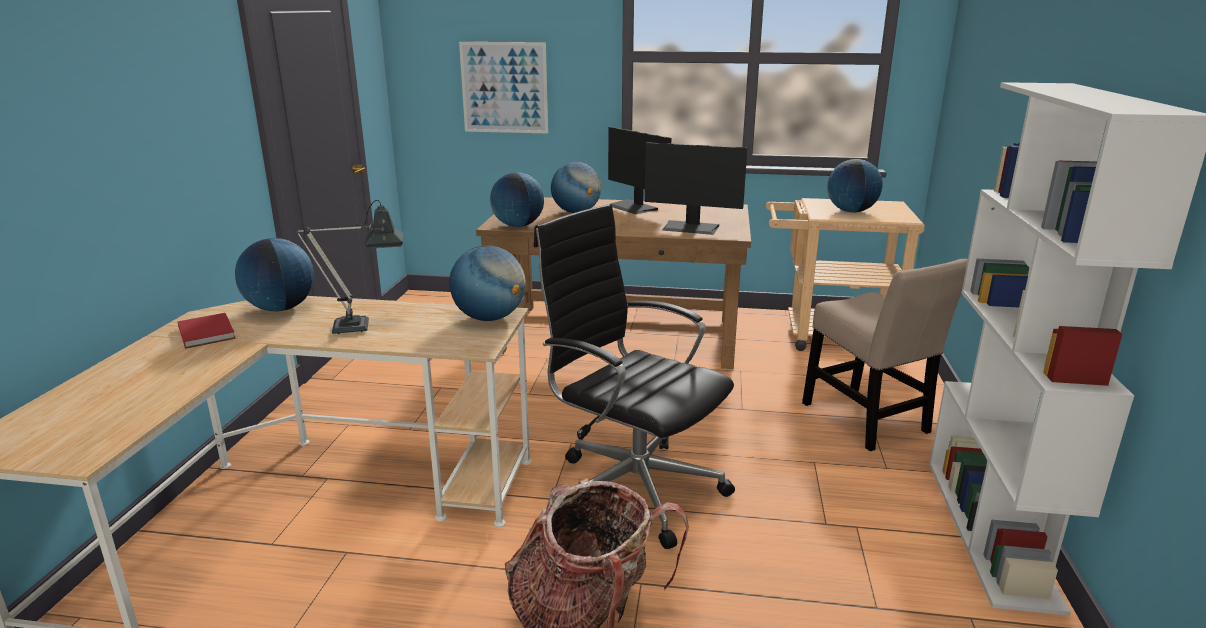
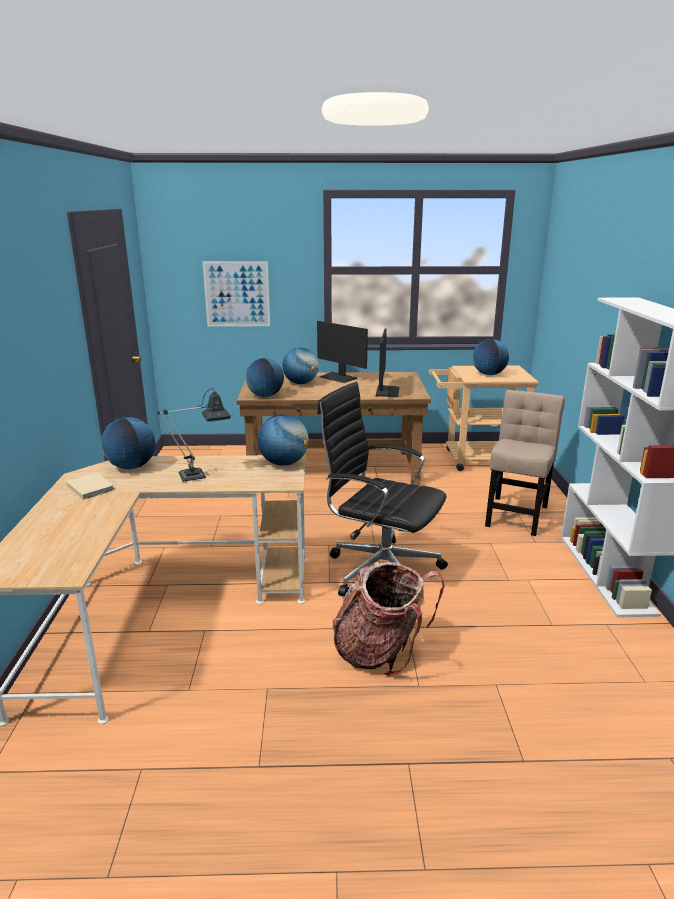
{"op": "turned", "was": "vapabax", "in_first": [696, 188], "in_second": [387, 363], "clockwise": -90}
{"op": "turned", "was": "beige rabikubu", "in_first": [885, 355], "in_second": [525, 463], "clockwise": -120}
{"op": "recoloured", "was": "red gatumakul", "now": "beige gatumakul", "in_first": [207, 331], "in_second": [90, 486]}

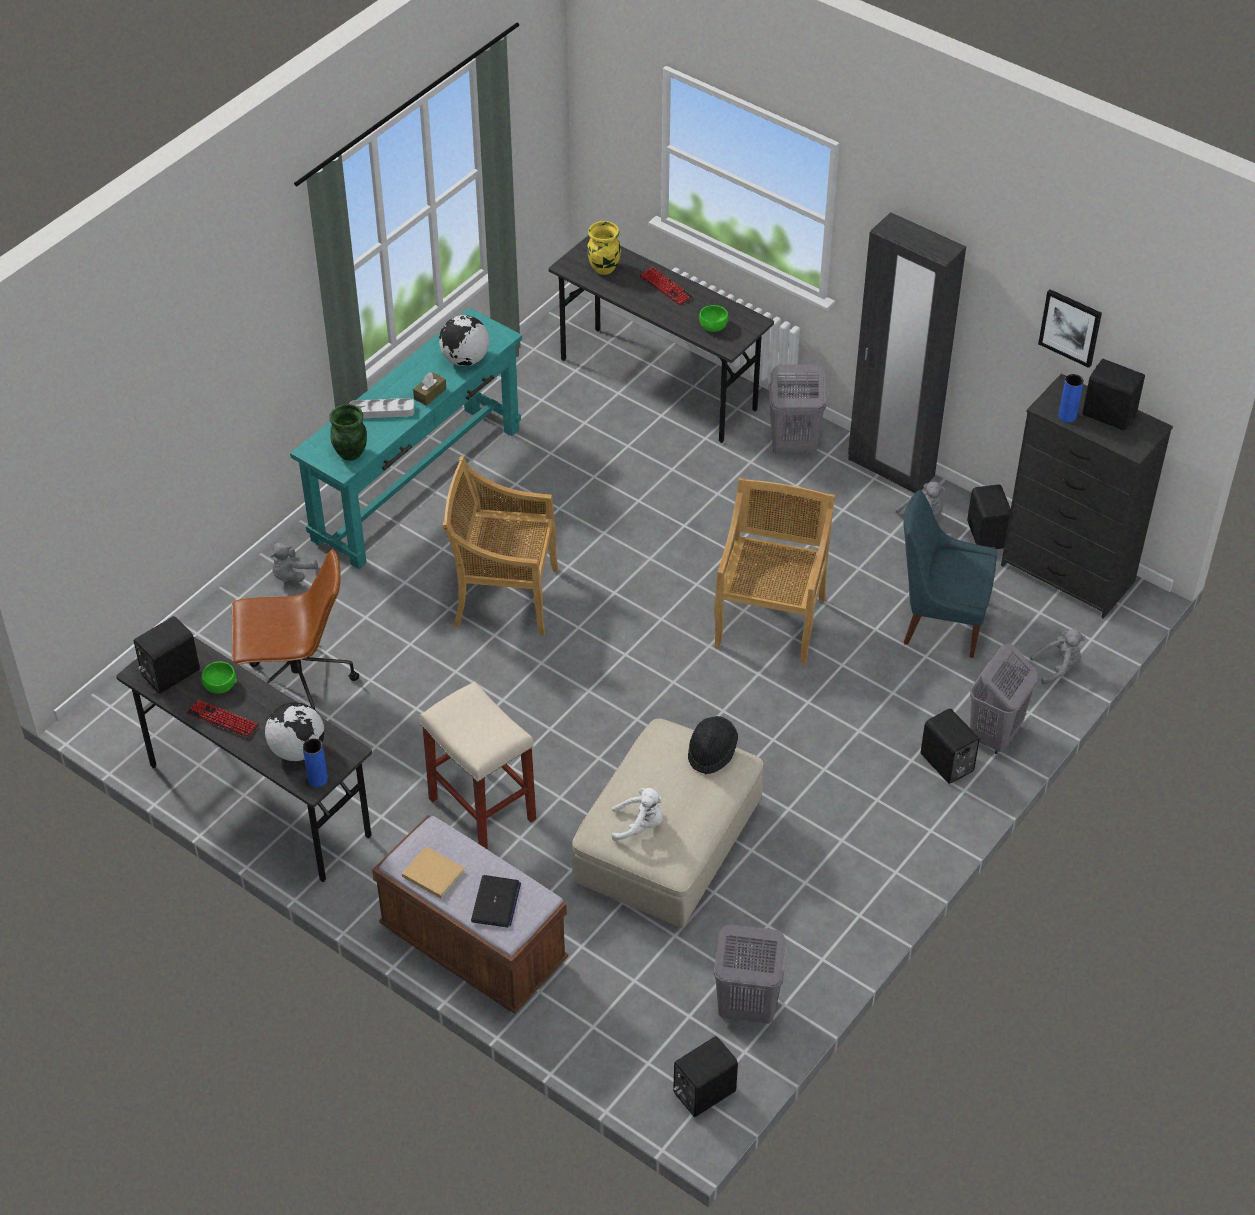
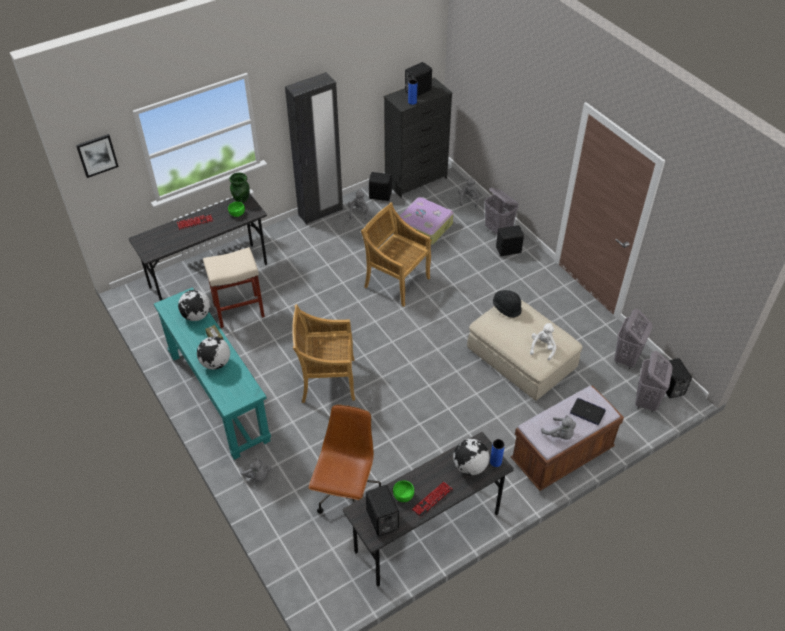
{"op": "removed", "was": "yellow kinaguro", "in_first": [604, 248]}
{"op": "moved", "was": "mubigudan", "in_first": [1070, 328], "in_second": [97, 156]}
{"op": "moved", "was": "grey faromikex", "in_first": [797, 409], "in_second": [654, 381]}
{"op": "replaced", "was": "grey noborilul", "now": "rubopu", "in_first": [382, 408], "in_second": [213, 353]}
{"op": "moved", "was": "green kinaguro", "in_first": [348, 432], "in_second": [239, 187]}
{"op": "turned", "was": "beige rabikubu", "in_first": [500, 546], "in_second": [323, 353], "clockwise": 60}
{"op": "replaced", "was": "blue rabikubu", "now": "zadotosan", "in_first": [950, 574], "in_second": [426, 221]}
{"op": "moved", "was": "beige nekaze", "in_first": [478, 766], "in_second": [234, 287]}
{"op": "replaced", "was": "beige gatumakul", "now": "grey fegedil", "in_first": [433, 872], "in_second": [558, 427]}

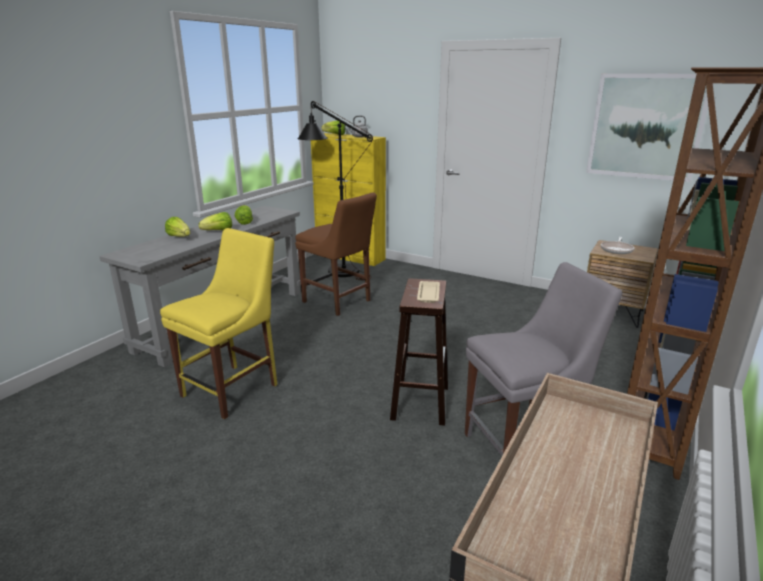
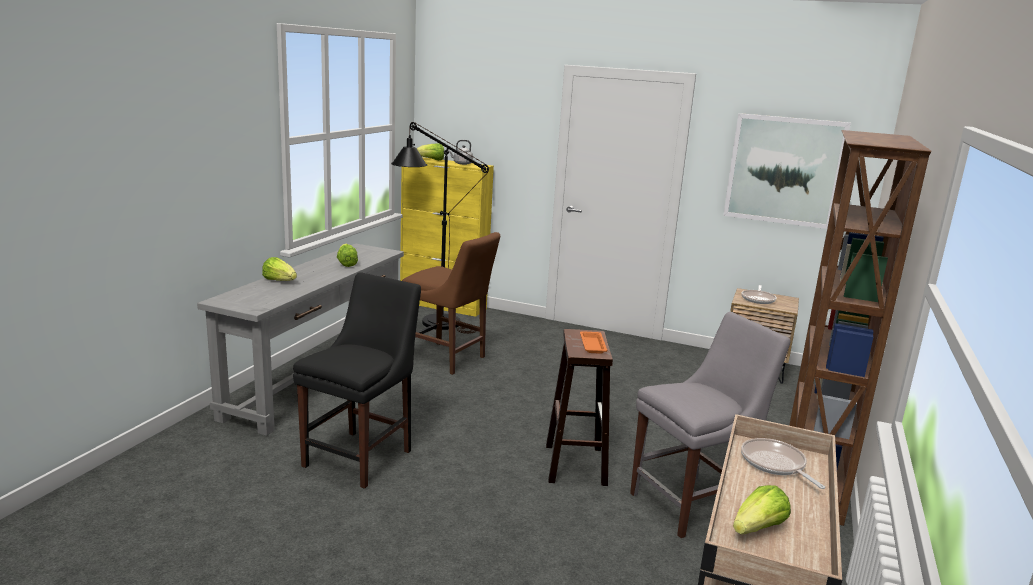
{"op": "moved", "was": "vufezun", "in_first": [215, 221], "in_second": [762, 509]}
{"op": "recoloured", "was": "yellow rabikubu", "now": "black rabikubu", "in_first": [218, 323], "in_second": [357, 380]}
{"op": "recoloured", "was": "beige noborilul", "now": "orange noborilul", "in_first": [428, 292], "in_second": [594, 342]}
{"op": "added", "now": "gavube", "in_second": [783, 463]}

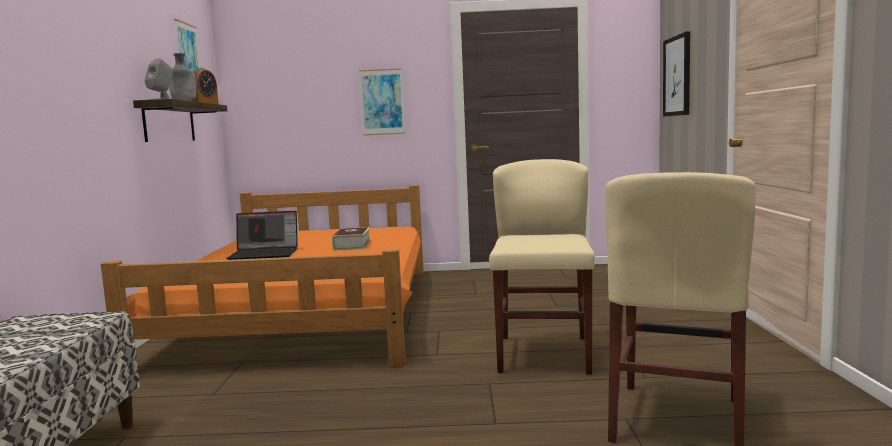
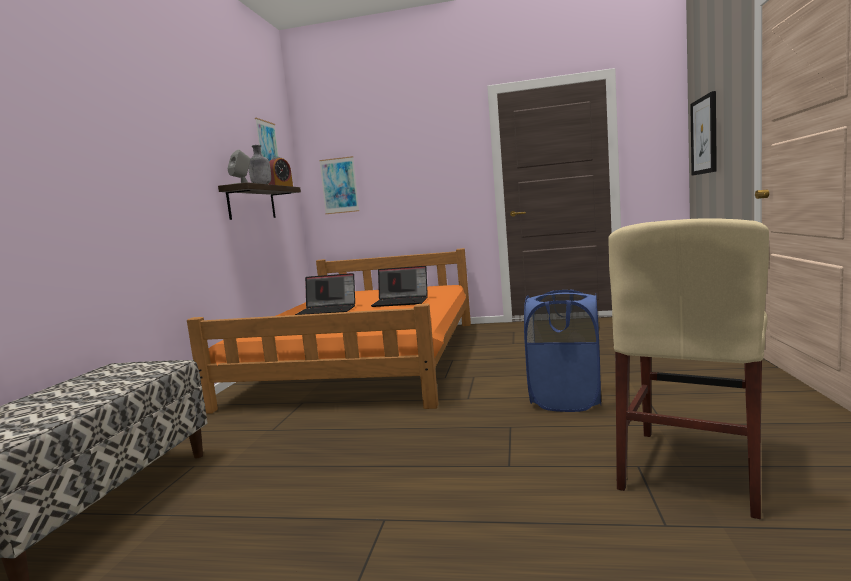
{"op": "moved", "was": "mubigudan", "in_first": [382, 102], "in_second": [339, 185]}
{"op": "replaced", "was": "beige rabikubu", "now": "blue faromikex", "in_first": [542, 267], "in_second": [562, 351]}
{"op": "replaced", "was": "gatumakul", "now": "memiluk", "in_first": [351, 239], "in_second": [399, 286]}

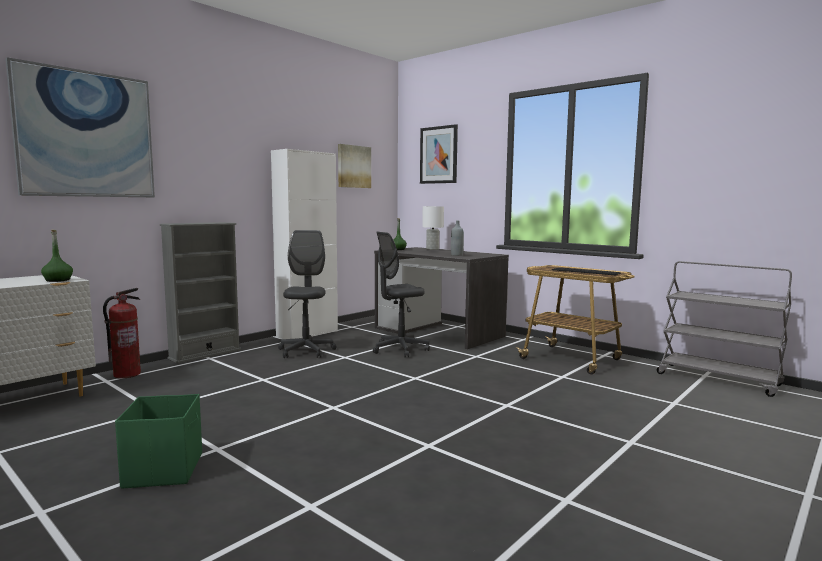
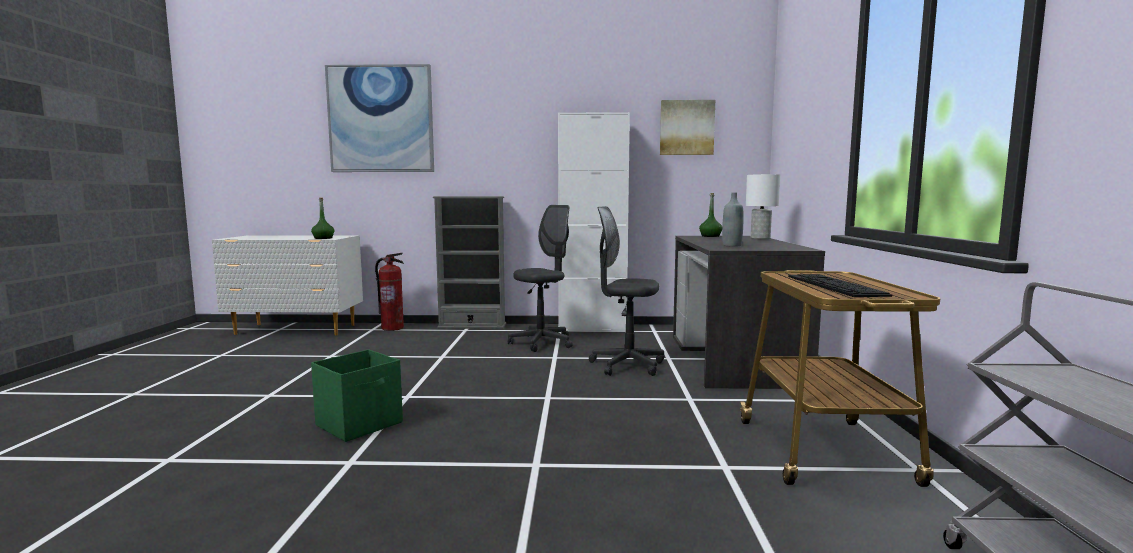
{"op": "removed", "was": "mubigudan", "in_first": [439, 154]}
{"op": "moved", "was": "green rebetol", "in_first": [158, 441], "in_second": [357, 396]}

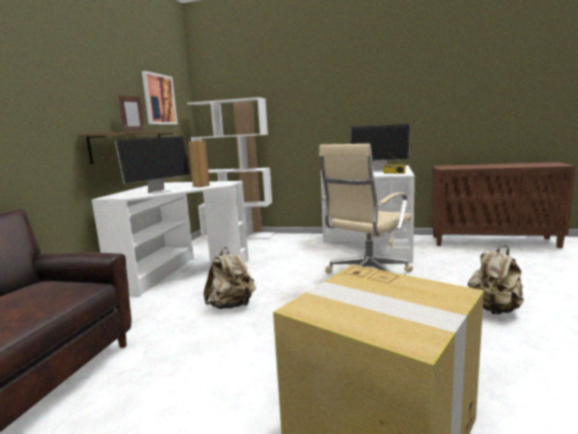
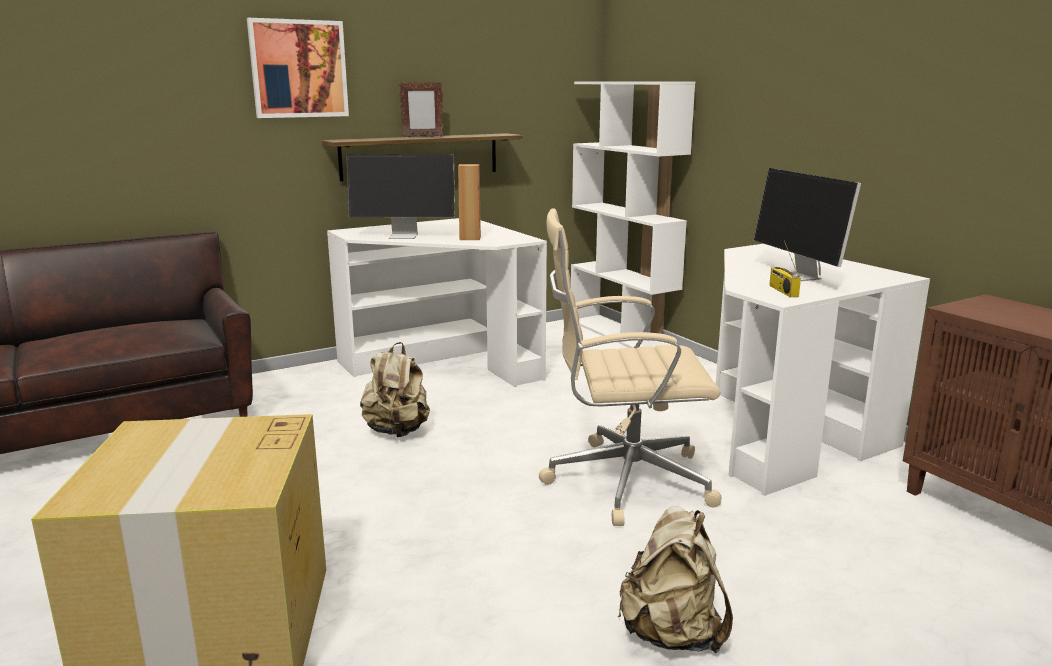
{"op": "moved", "was": "mubigudan", "in_first": [160, 97], "in_second": [298, 68]}

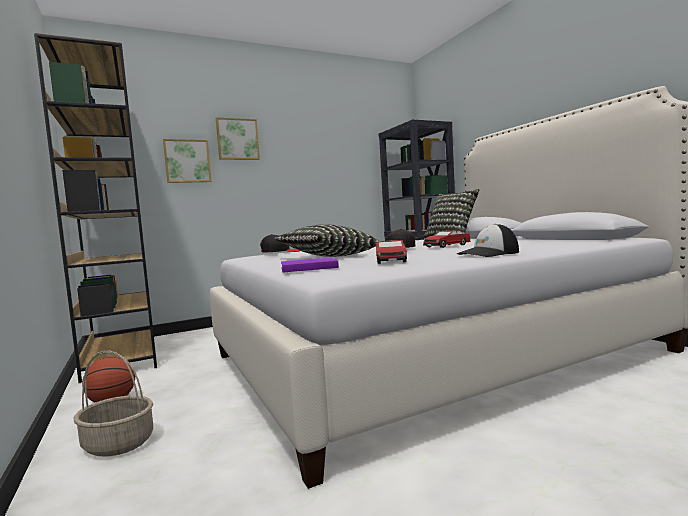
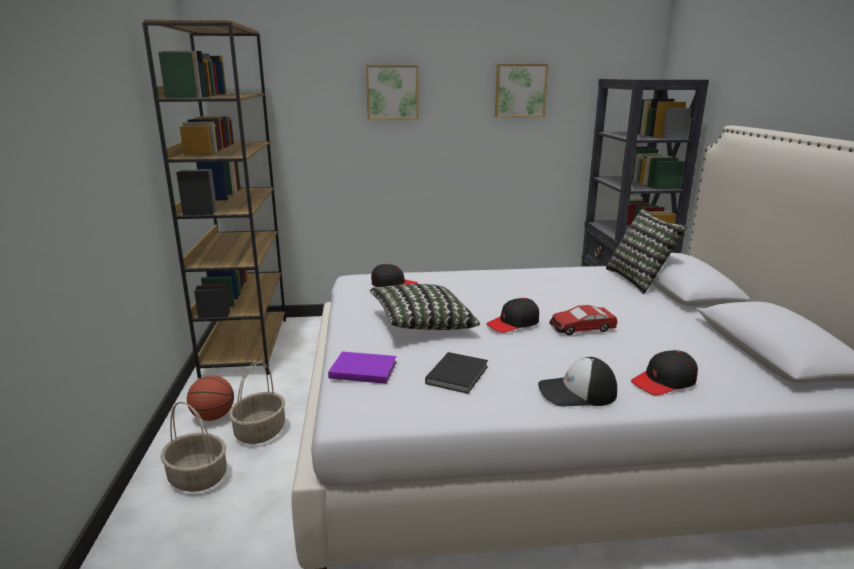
{"op": "moved", "was": "mubigudan", "in_first": [187, 161], "in_second": [521, 90]}
{"op": "replaced", "was": "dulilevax", "now": "black gatumakul", "in_first": [391, 252], "in_second": [456, 373]}
{"op": "added", "now": "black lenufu", "in_second": [664, 373]}
{"op": "added", "now": "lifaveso", "in_second": [257, 402]}

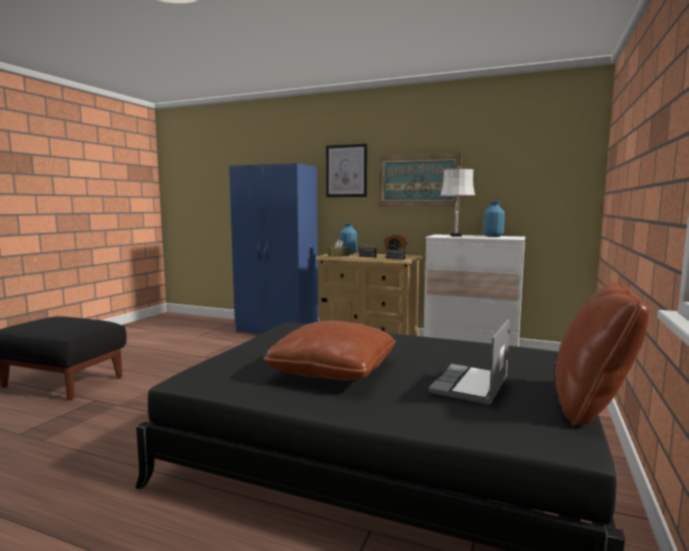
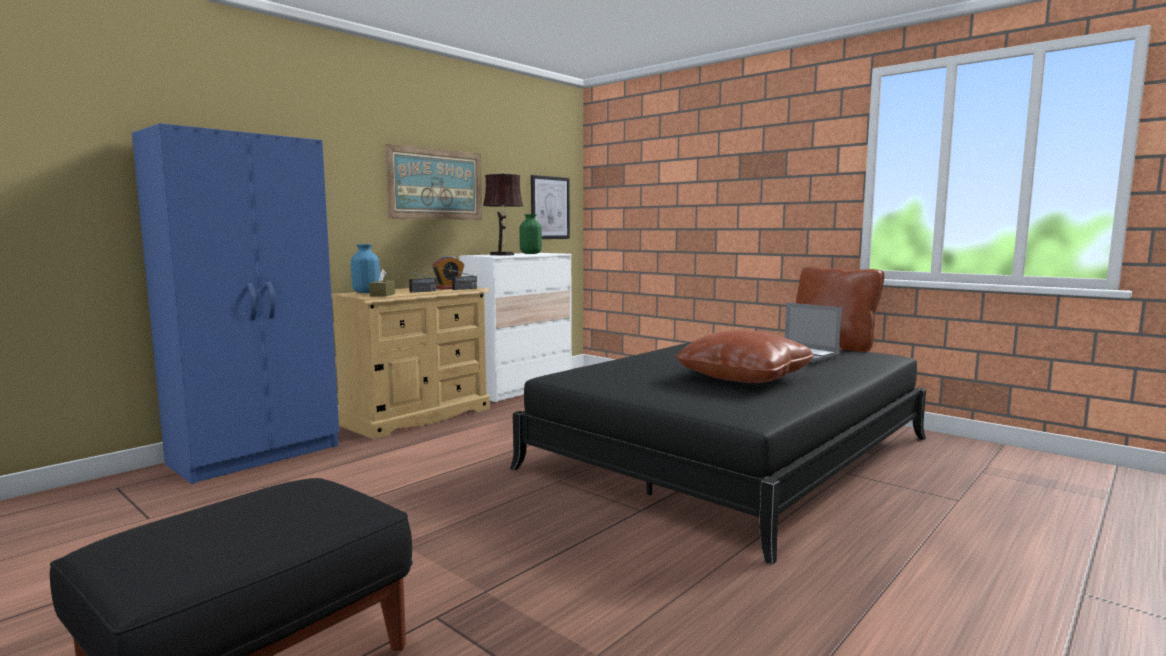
{"op": "moved", "was": "mubigudan", "in_first": [346, 170], "in_second": [550, 207]}
{"op": "recoloured", "was": "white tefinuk", "now": "brown tefinuk", "in_first": [458, 201], "in_second": [503, 213]}
{"op": "recoloured", "was": "blue kinaguro", "now": "green kinaguro", "in_first": [494, 219], "in_second": [531, 234]}

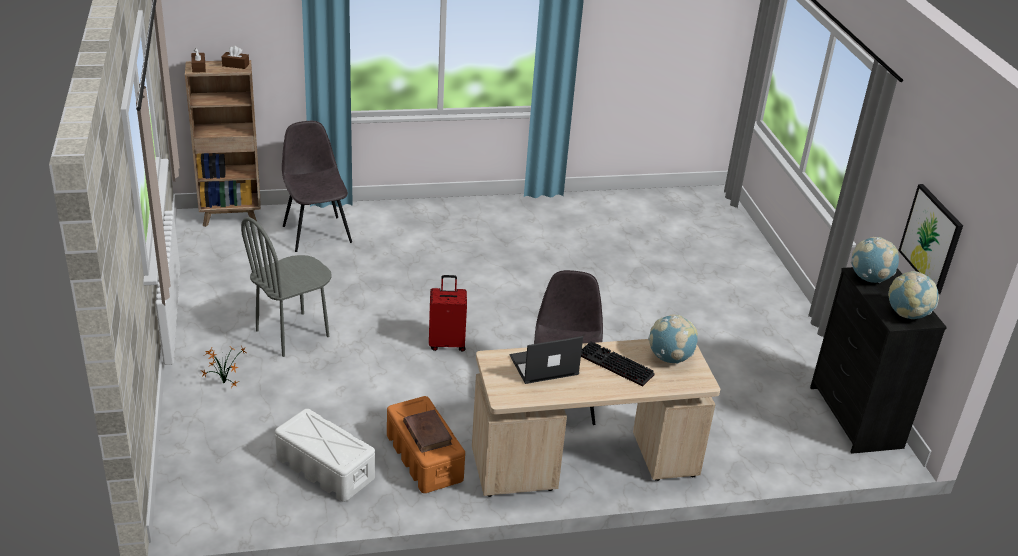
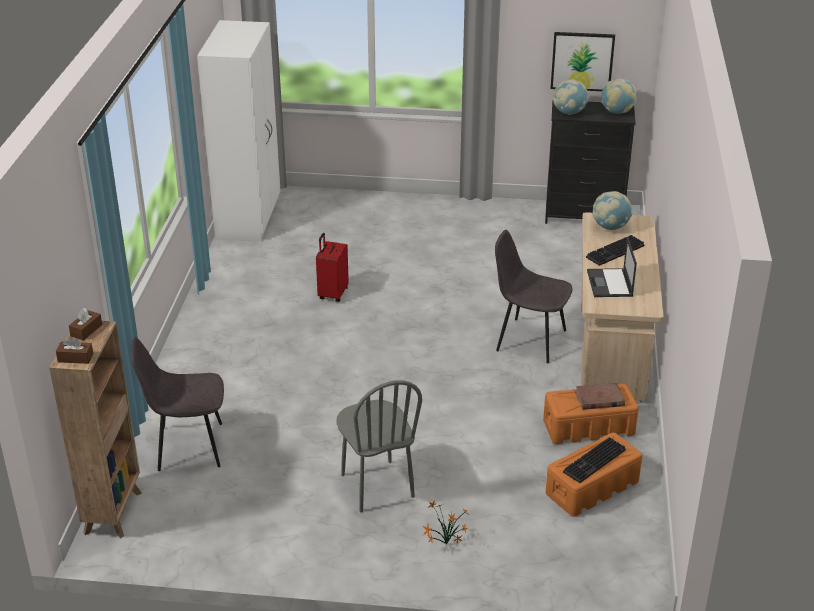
{"op": "moved", "was": "red zadotosan", "in_first": [448, 313], "in_second": [332, 267]}
{"op": "recoloured", "was": "white rebetol", "now": "orange rebetol", "in_first": [325, 455], "in_second": [594, 475]}
{"op": "added", "now": "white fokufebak", "in_second": [239, 131]}
{"op": "added", "now": "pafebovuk", "in_second": [594, 460]}

